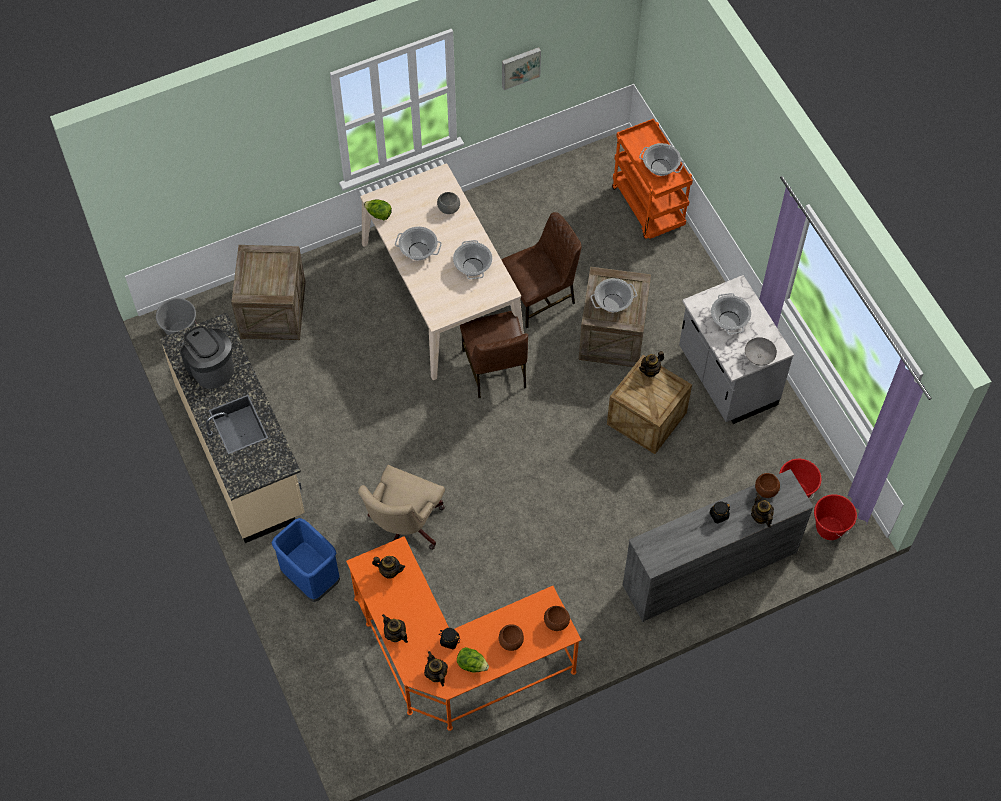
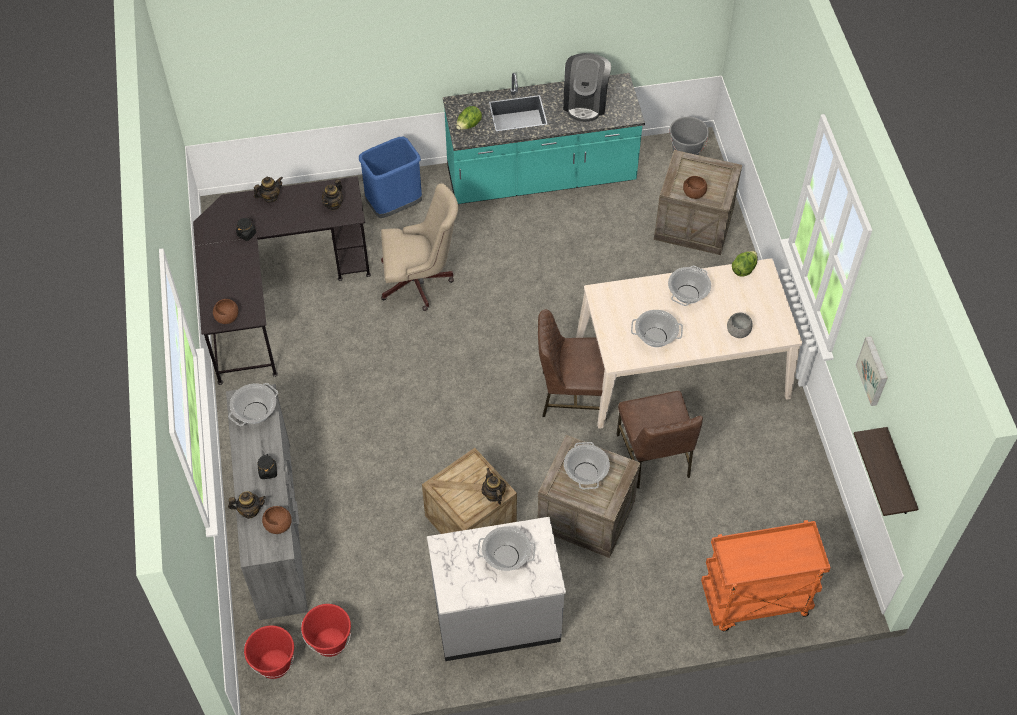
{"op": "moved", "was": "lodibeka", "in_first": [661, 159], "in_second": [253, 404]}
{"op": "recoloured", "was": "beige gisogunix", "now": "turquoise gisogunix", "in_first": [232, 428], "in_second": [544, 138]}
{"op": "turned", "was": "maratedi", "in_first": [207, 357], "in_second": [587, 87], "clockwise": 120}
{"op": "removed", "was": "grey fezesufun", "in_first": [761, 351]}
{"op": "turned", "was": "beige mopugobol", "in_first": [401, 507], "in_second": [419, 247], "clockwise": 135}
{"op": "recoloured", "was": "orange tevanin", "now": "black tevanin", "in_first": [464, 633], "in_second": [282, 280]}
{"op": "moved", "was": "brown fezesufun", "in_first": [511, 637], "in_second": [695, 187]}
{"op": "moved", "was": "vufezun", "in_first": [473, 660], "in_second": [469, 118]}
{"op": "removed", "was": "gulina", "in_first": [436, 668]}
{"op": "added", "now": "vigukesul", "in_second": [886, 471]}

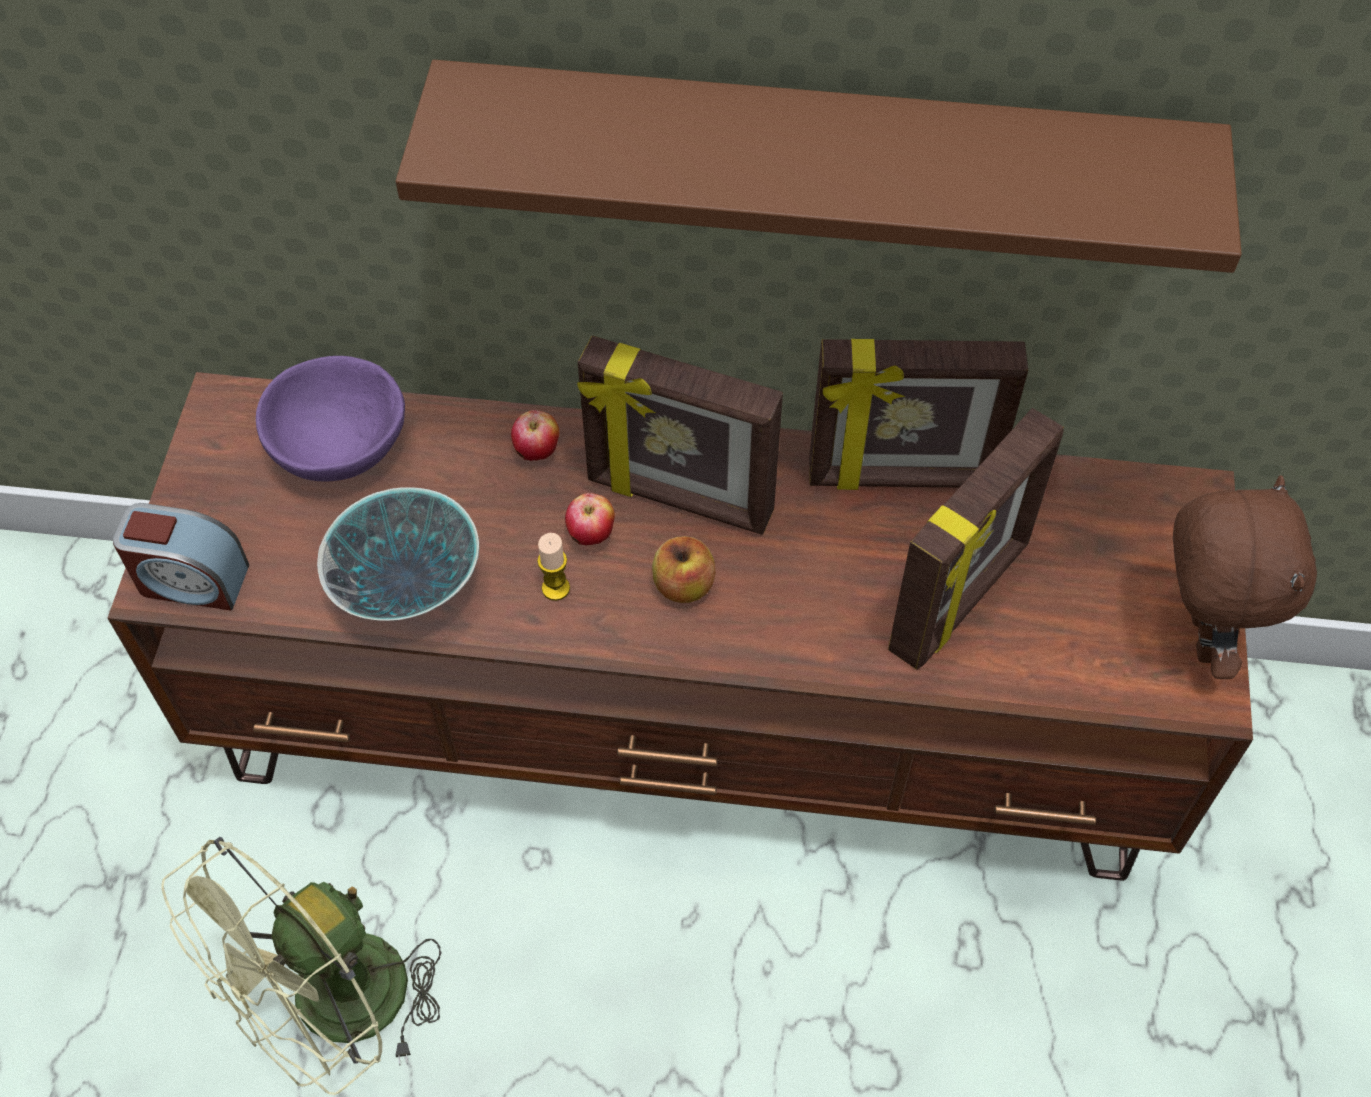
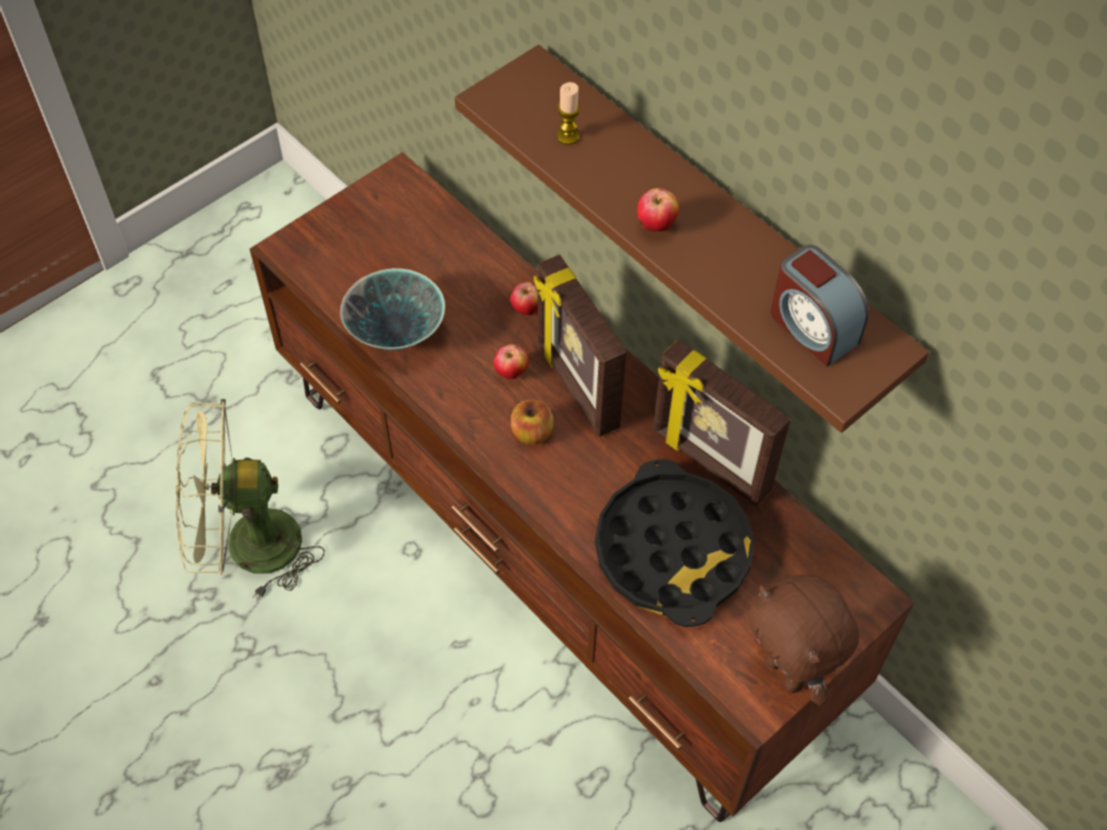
{"op": "removed", "was": "purple fezesufun", "in_first": [330, 418]}
{"op": "replaced", "was": "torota", "now": "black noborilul", "in_first": [976, 539], "in_second": [674, 543]}
{"op": "turned", "was": "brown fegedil", "in_first": [1245, 577], "in_second": [803, 639], "clockwise": 105}
{"op": "moved", "was": "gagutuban", "in_first": [181, 557], "in_second": [819, 306]}
{"op": "moved", "was": "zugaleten", "in_first": [553, 567], "in_second": [568, 113]}
{"op": "added", "now": "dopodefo", "in_second": [658, 210]}

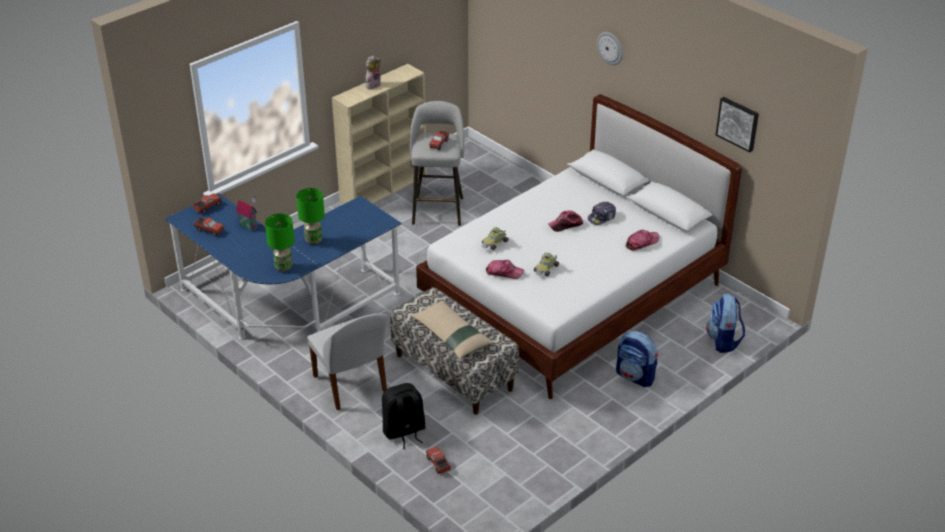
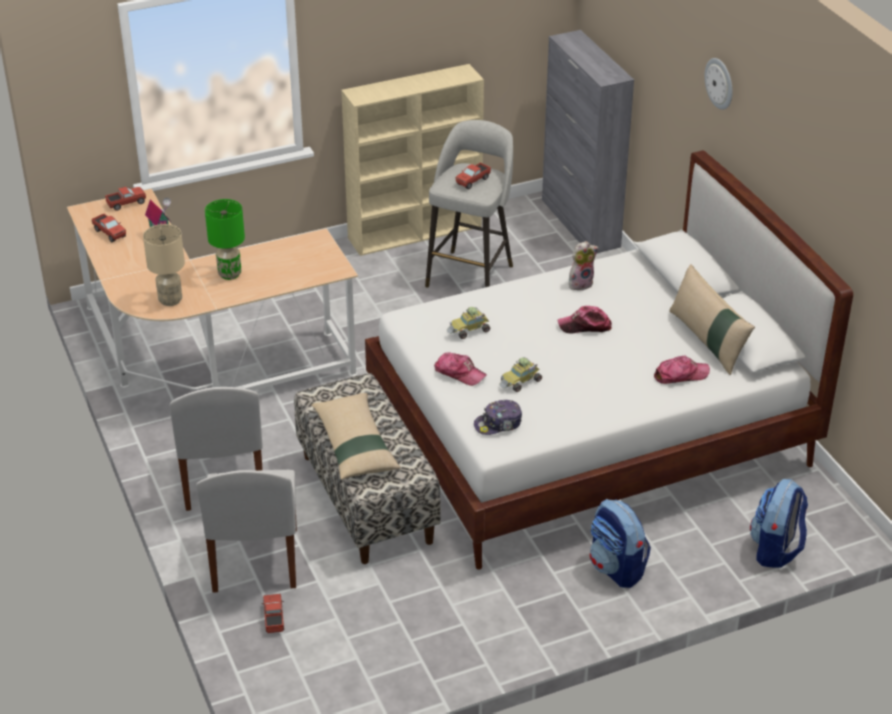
{"op": "moved", "was": "fegedil", "in_first": [373, 72], "in_second": [584, 265]}
{"op": "removed", "was": "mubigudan", "in_first": [737, 124]}
{"op": "recoloured", "was": "blue tevanin", "now": "beige tevanin", "in_first": [283, 266], "in_second": [212, 290]}
{"op": "moved", "was": "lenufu", "in_first": [602, 213], "in_second": [498, 417]}
{"op": "recoloured", "was": "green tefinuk", "now": "beige tefinuk", "in_first": [280, 242], "in_second": [164, 265]}
{"op": "replaced", "was": "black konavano", "now": "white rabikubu", "in_first": [404, 416], "in_second": [246, 531]}
{"op": "added", "now": "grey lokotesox", "in_second": [588, 142]}
{"op": "added", "now": "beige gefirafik", "in_second": [712, 319]}

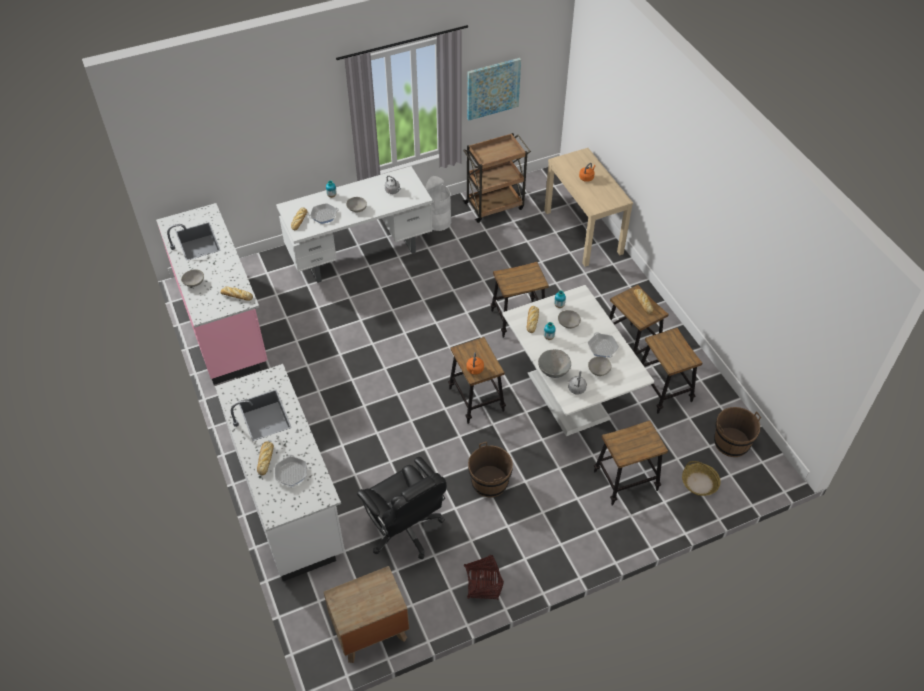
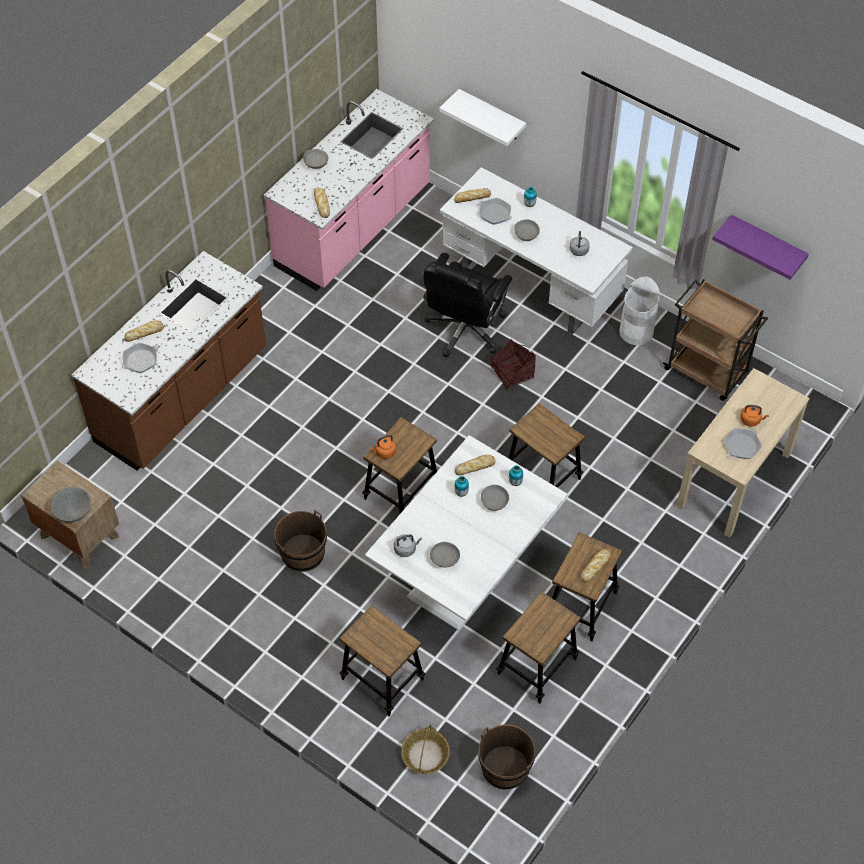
{"op": "replaced", "was": "mubigudan", "now": "purple vigukesul", "in_first": [494, 89], "in_second": [760, 247]}
{"op": "moved", "was": "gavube", "in_first": [603, 345], "in_second": [743, 443]}
{"op": "moved", "was": "grey fezesufun", "in_first": [554, 363], "in_second": [71, 505]}
{"op": "recoloured", "was": "white gisogunix", "now": "brown gisogunix", "in_first": [280, 472], "in_second": [168, 361]}
{"op": "moved", "was": "black mopugobol", "in_first": [402, 508], "in_second": [467, 305]}
{"op": "moved", "was": "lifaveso", "in_first": [484, 577], "in_second": [513, 364]}
{"op": "added", "now": "white vigukesul", "in_second": [482, 117]}

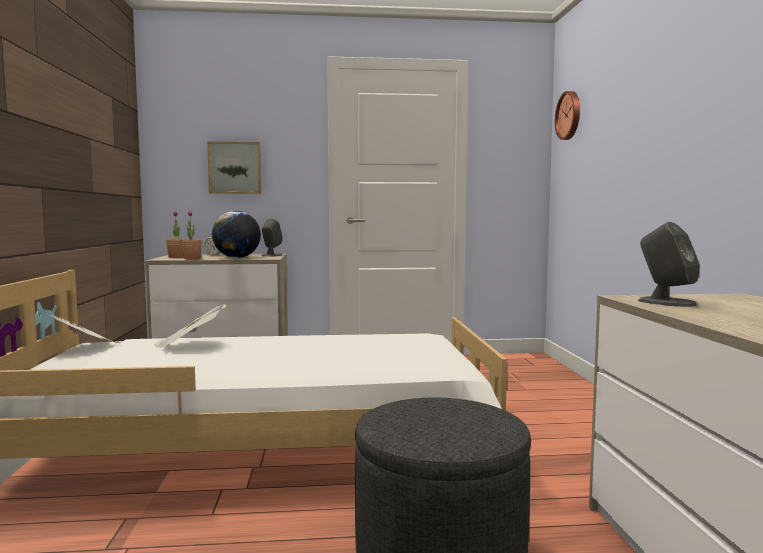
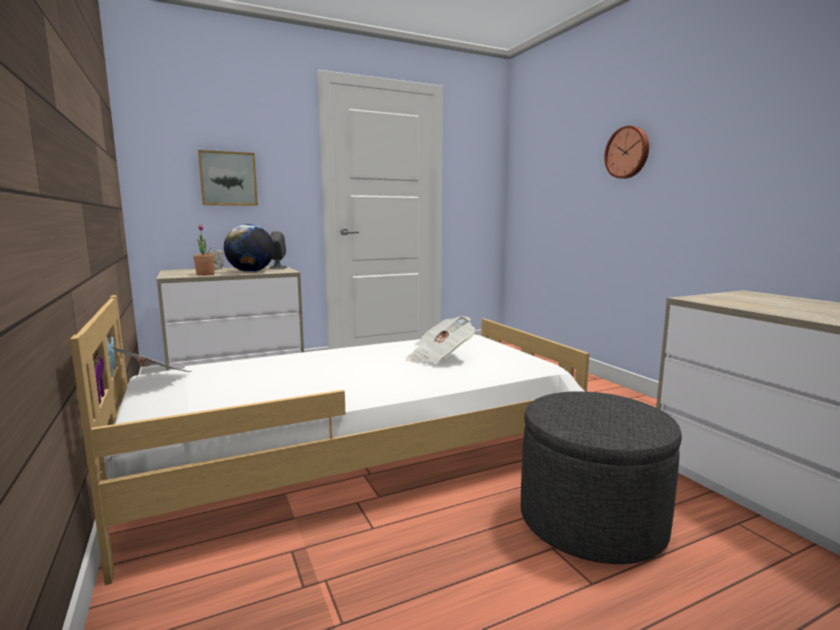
{"op": "moved", "was": "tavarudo", "in_first": [567, 115], "in_second": [626, 152]}
{"op": "removed", "was": "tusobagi", "in_first": [175, 234]}
{"op": "removed", "was": "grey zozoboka", "in_first": [669, 264]}
{"op": "moved", "was": "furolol", "in_first": [190, 326], "in_second": [440, 340]}

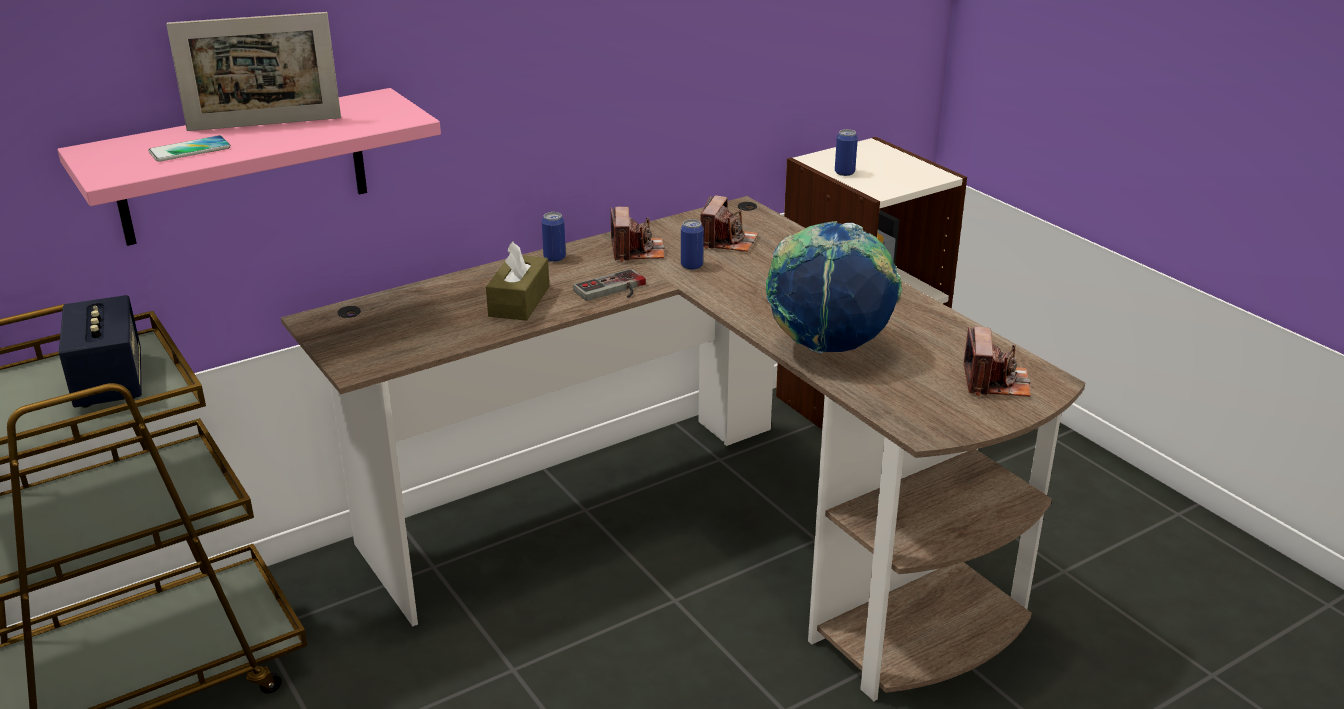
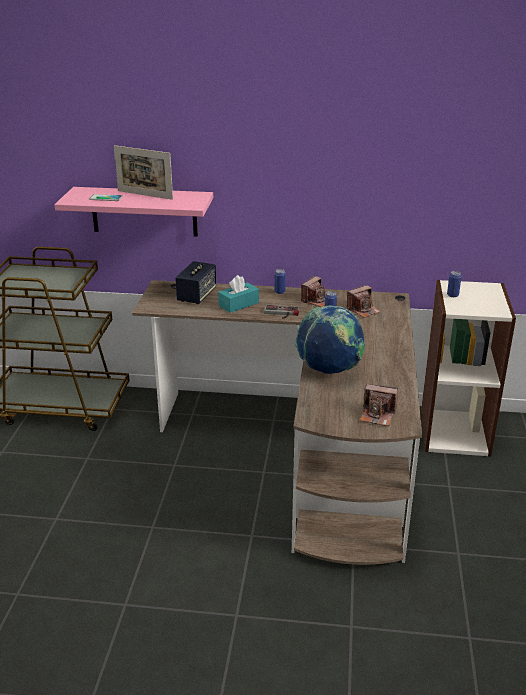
{"op": "recoloured", "was": "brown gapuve", "now": "turquoise gapuve", "in_first": [517, 281], "in_second": [238, 294]}
{"op": "moved", "was": "zozoboka", "in_first": [100, 351], "in_second": [195, 282]}
{"op": "turned", "was": "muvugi", "in_first": [997, 362], "in_second": [379, 405], "clockwise": 60}

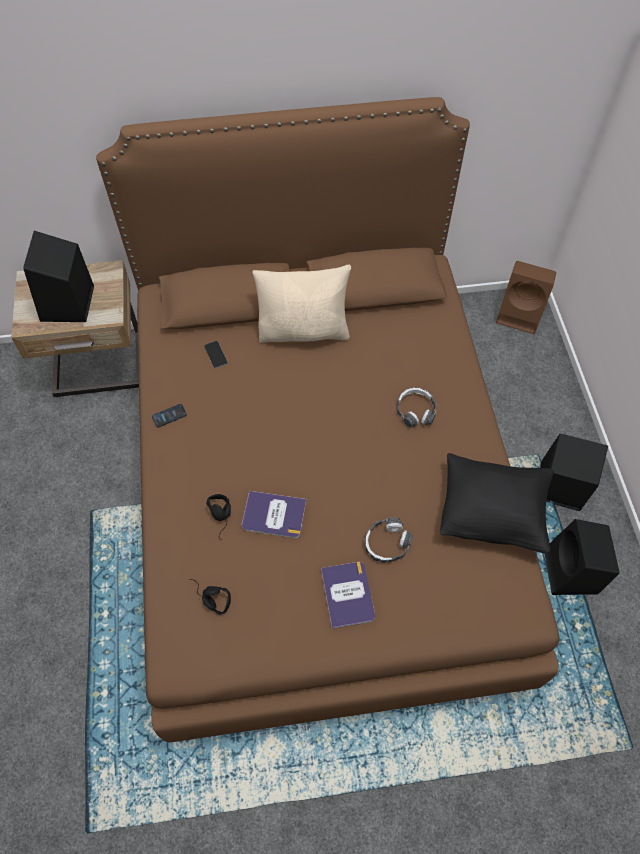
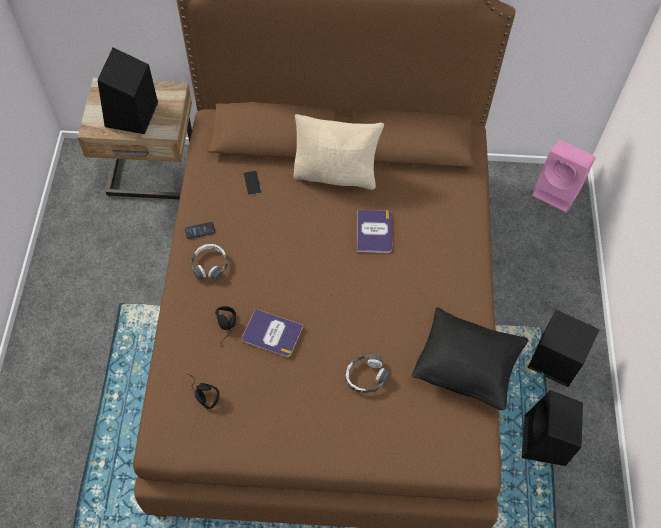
{"op": "recoloured", "was": "brown zozoboka", "now": "pink zozoboka", "in_first": [526, 297], "in_second": [564, 176]}
{"op": "moved", "was": "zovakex", "in_first": [417, 407], "in_second": [209, 262]}
{"op": "moved", "was": "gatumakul", "in_first": [348, 595], "in_second": [374, 231]}

